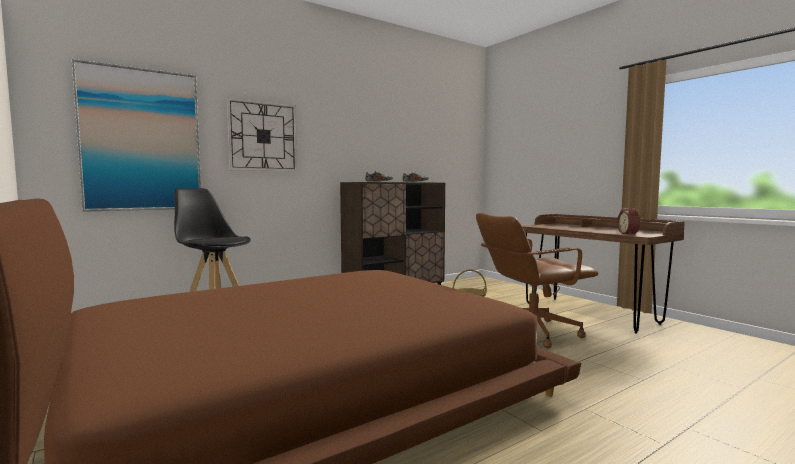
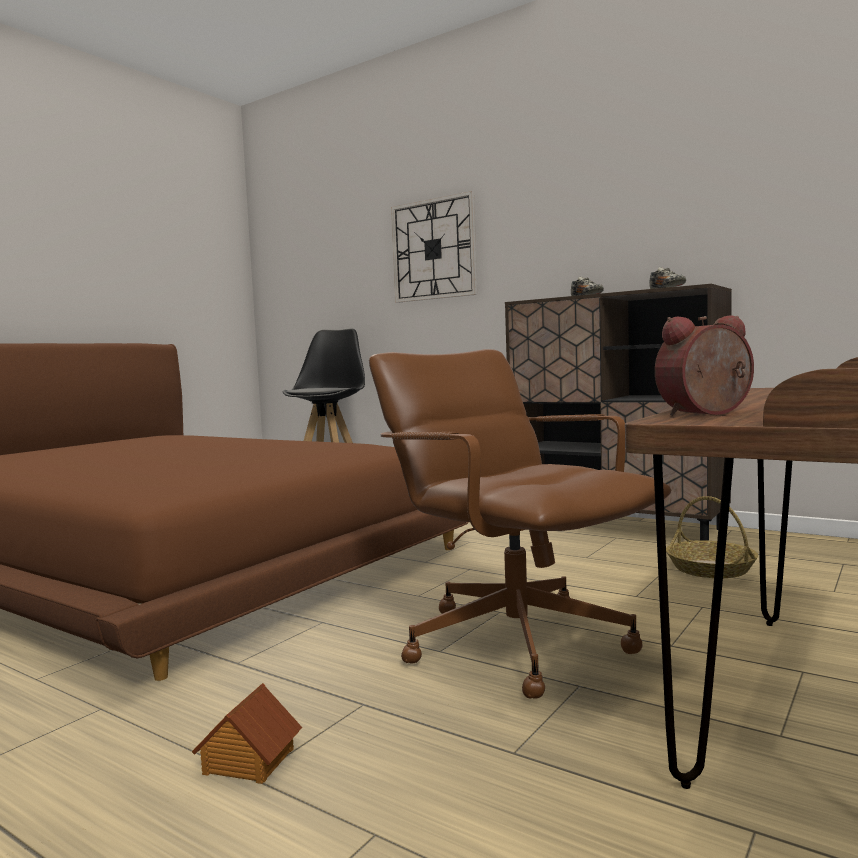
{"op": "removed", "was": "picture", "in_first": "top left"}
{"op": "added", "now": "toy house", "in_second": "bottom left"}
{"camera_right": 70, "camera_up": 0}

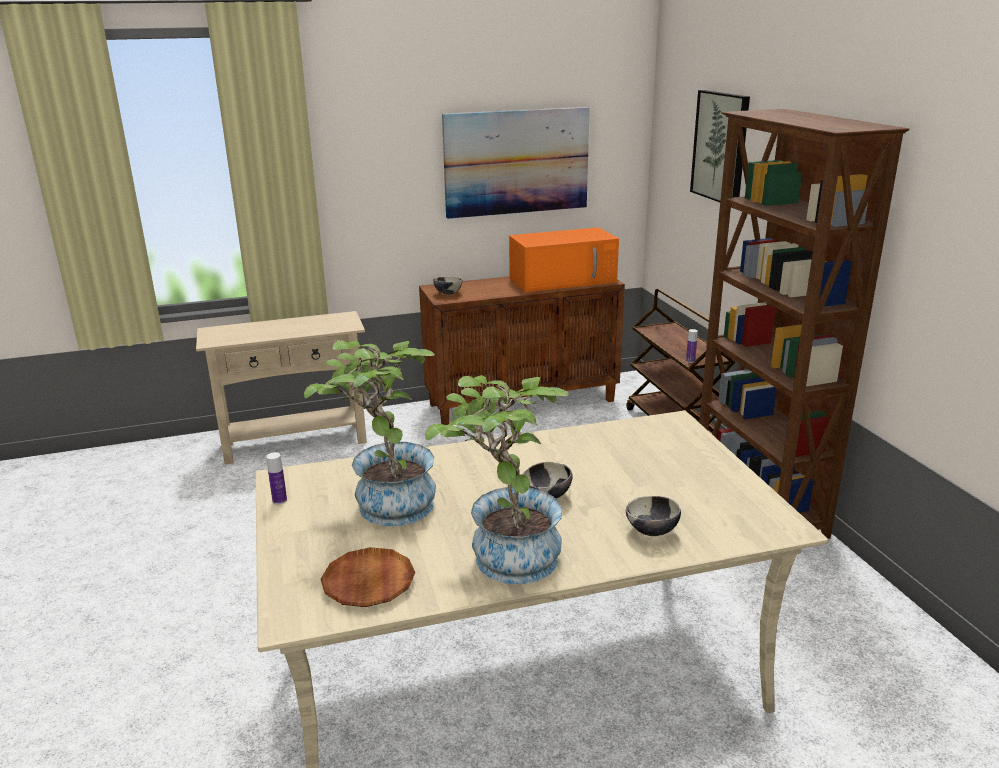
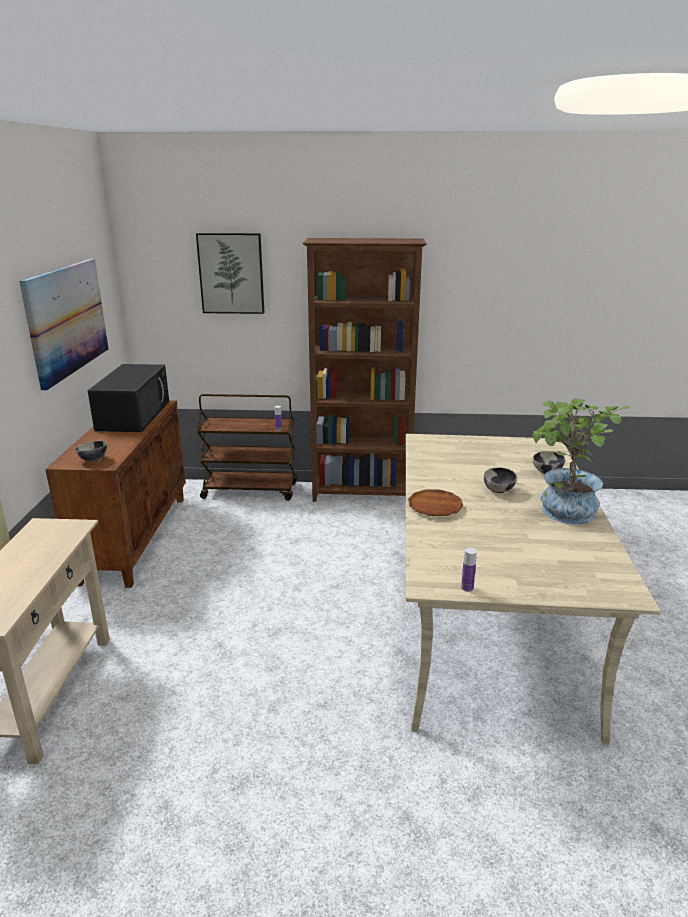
{"op": "removed", "was": "potted plant (1st from left)", "in_first": "centre"}
{"op": "moved", "was": "plate/brown", "in_first": "bottom centre", "in_second": "centre"}
{"op": "recoloured", "was": "microwave/orange", "now": "microwave/black", "in_first": "centre", "in_second": "middle left"}
{"camera_right": -70, "camera_up": 0}

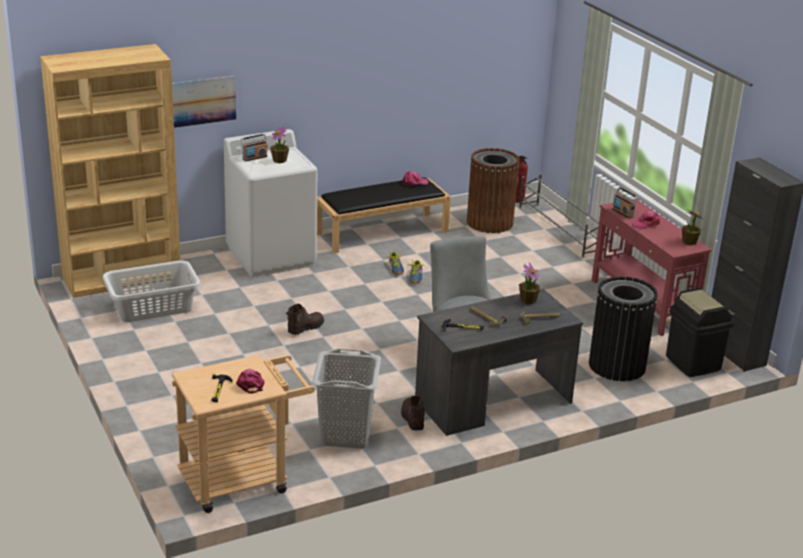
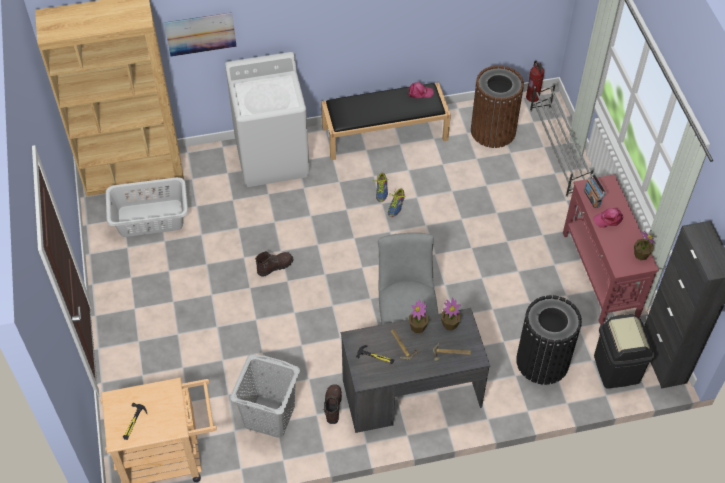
{"op": "removed", "was": "cap/pink (1st from left)", "in_first": "bottom left"}
{"op": "removed", "was": "radio (1st from left)", "in_first": "top left"}
{"op": "moved", "was": "potted plant (1st from left)", "in_first": "top centre", "in_second": "centre"}
{"camera_right": 15, "camera_up": 25}

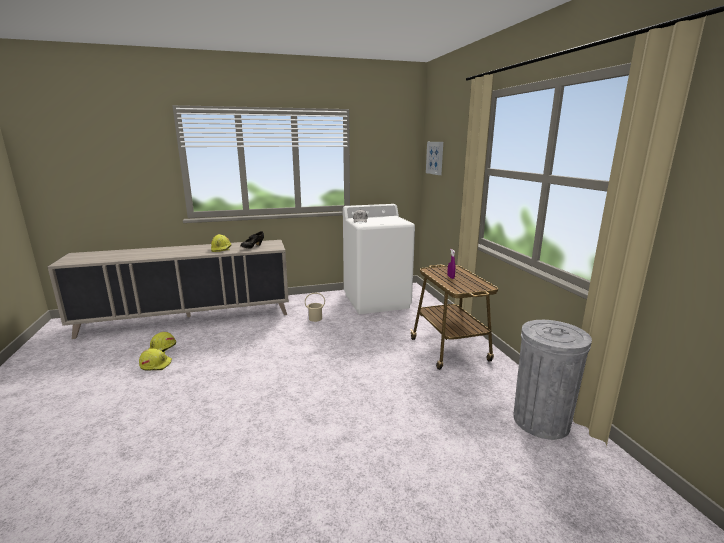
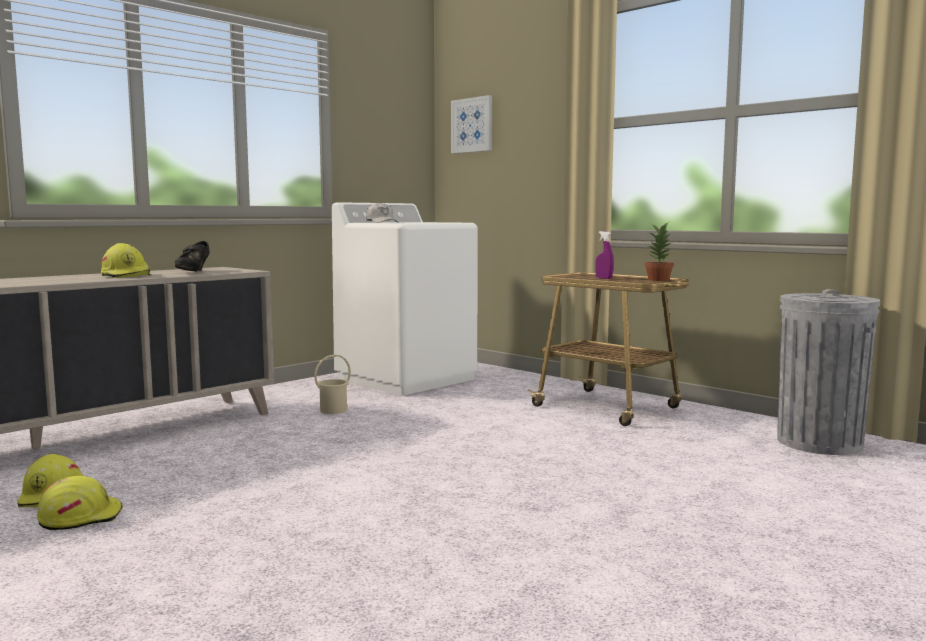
{"op": "added", "now": "potted plant", "in_second": "middle right"}
{"camera_right": -30, "camera_up": -10}

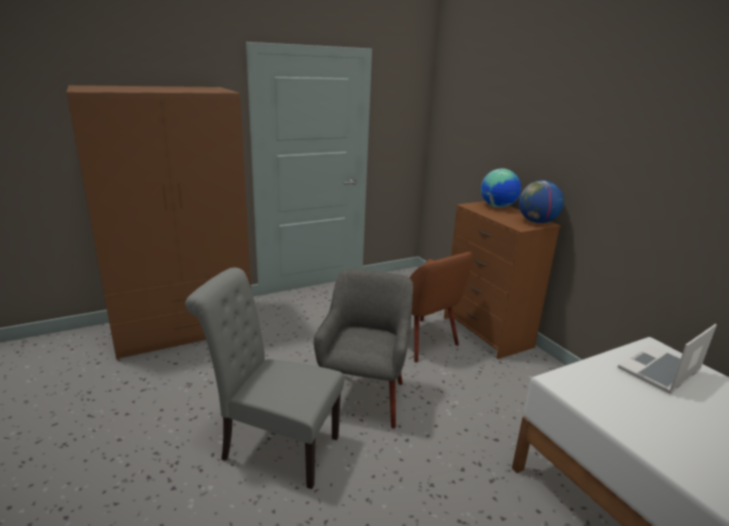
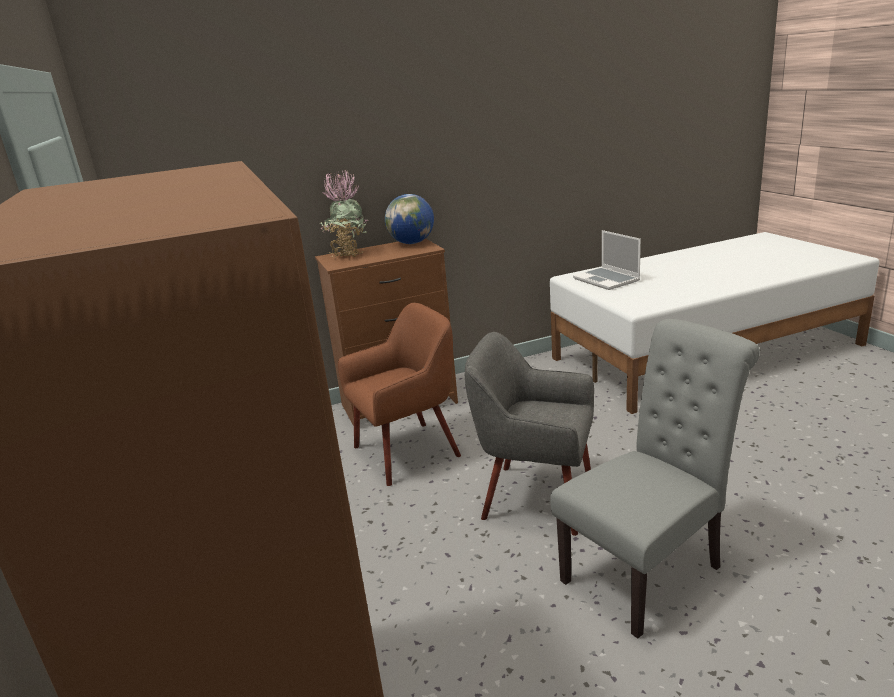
{"op": "replaced", "was": "globe (1st from left)", "now": "potted plant", "in_first": "middle right", "in_second": "top centre"}
{"op": "turned", "was": "chair/grey", "in_first": "bottom centre", "in_second": "bottom right", "clockwise": -150}
{"camera_right": -80, "camera_up": 0}

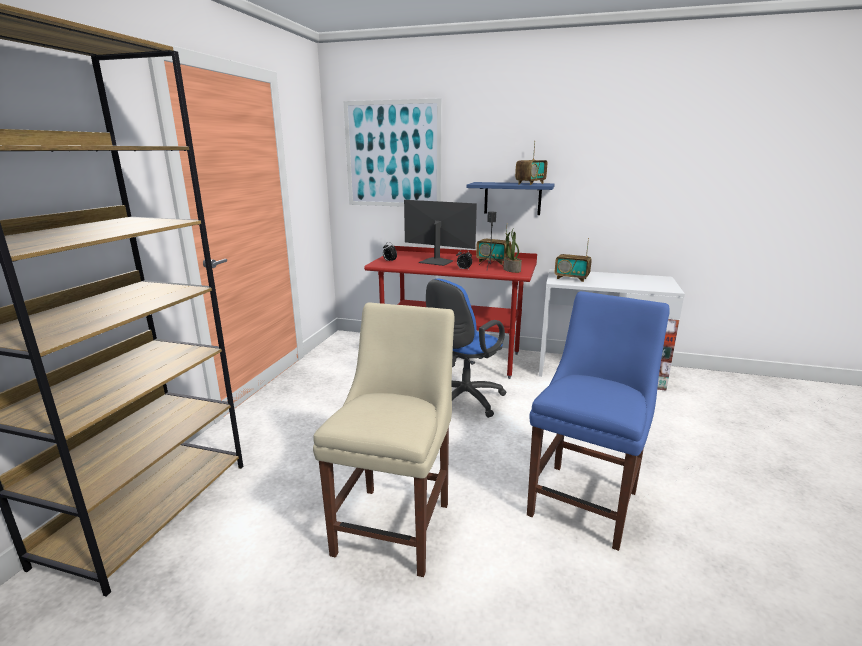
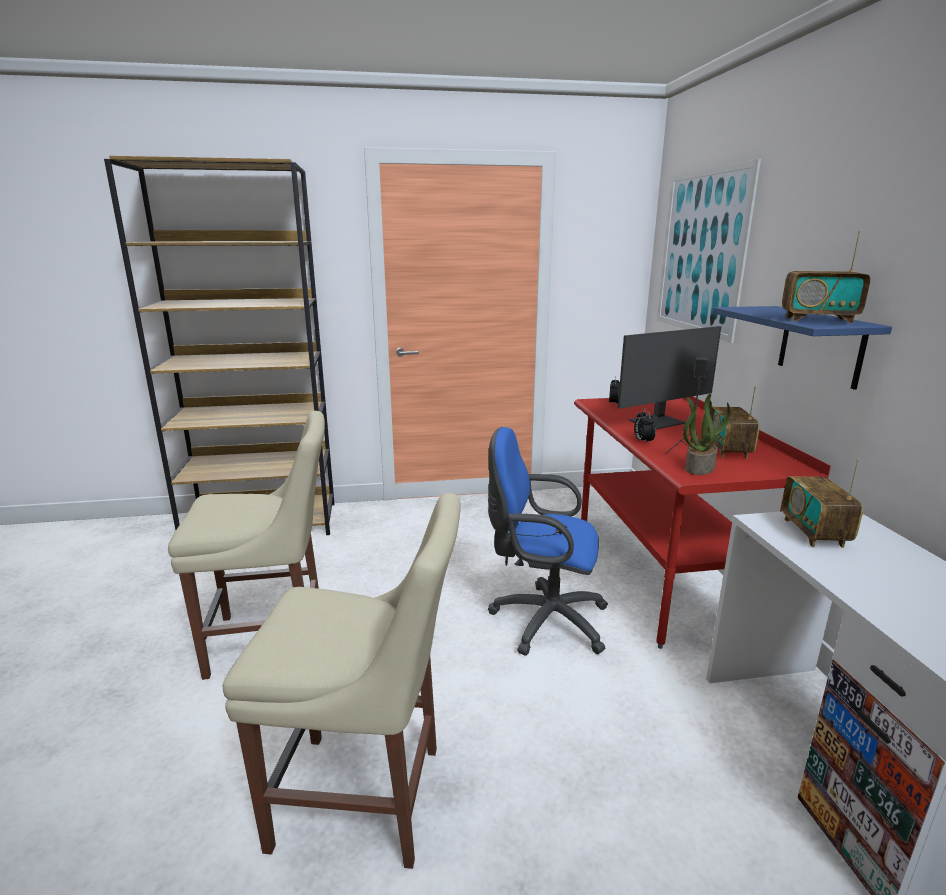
{"op": "recoloured", "was": "chair/blue", "now": "chair/beige (2nd from left)", "in_first": "middle right", "in_second": "bottom centre"}
{"op": "turned", "was": "monitor", "in_first": "centre", "in_second": "middle right", "clockwise": 60}
{"camera_right": 65, "camera_up": 0}

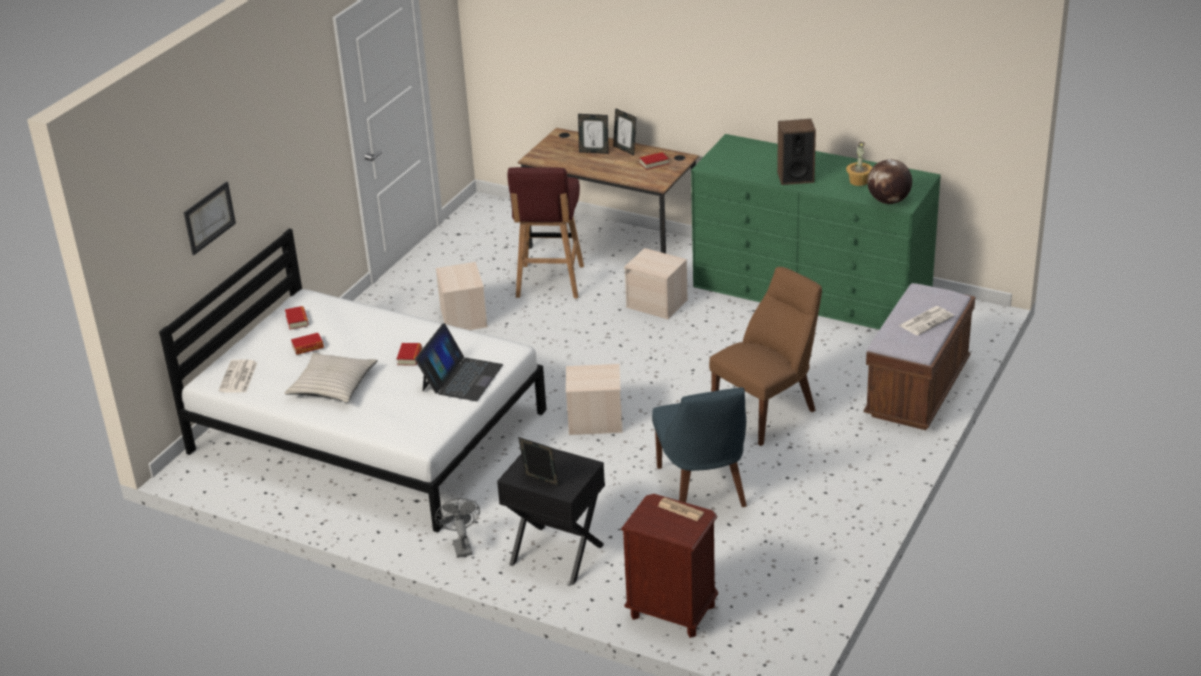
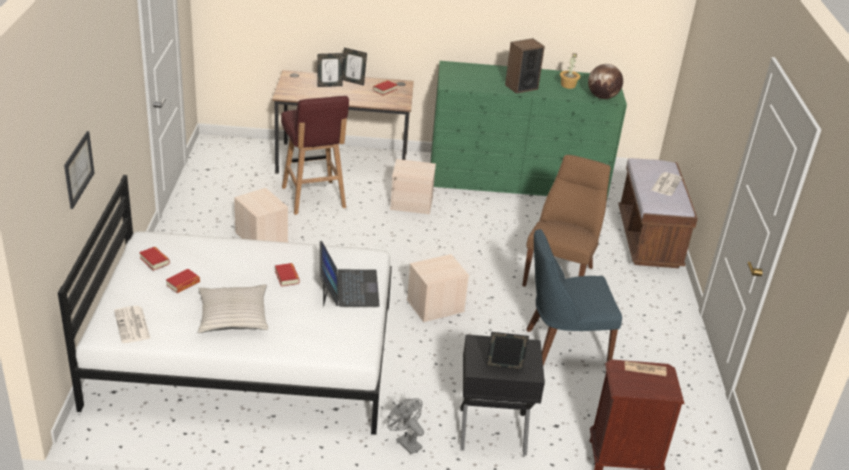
{"op": "turned", "was": "chair/blue", "in_first": "centre", "in_second": "middle right", "clockwise": 120}
{"camera_right": -30, "camera_up": 0}

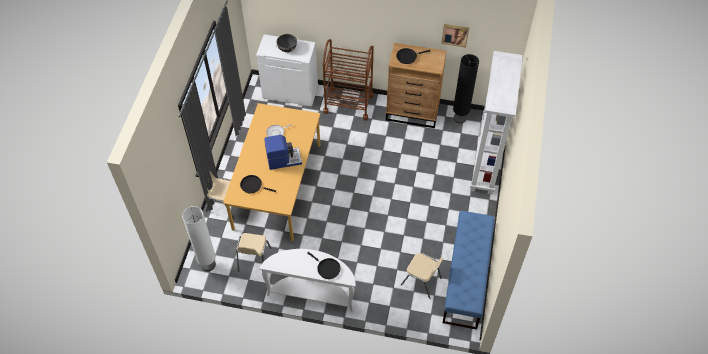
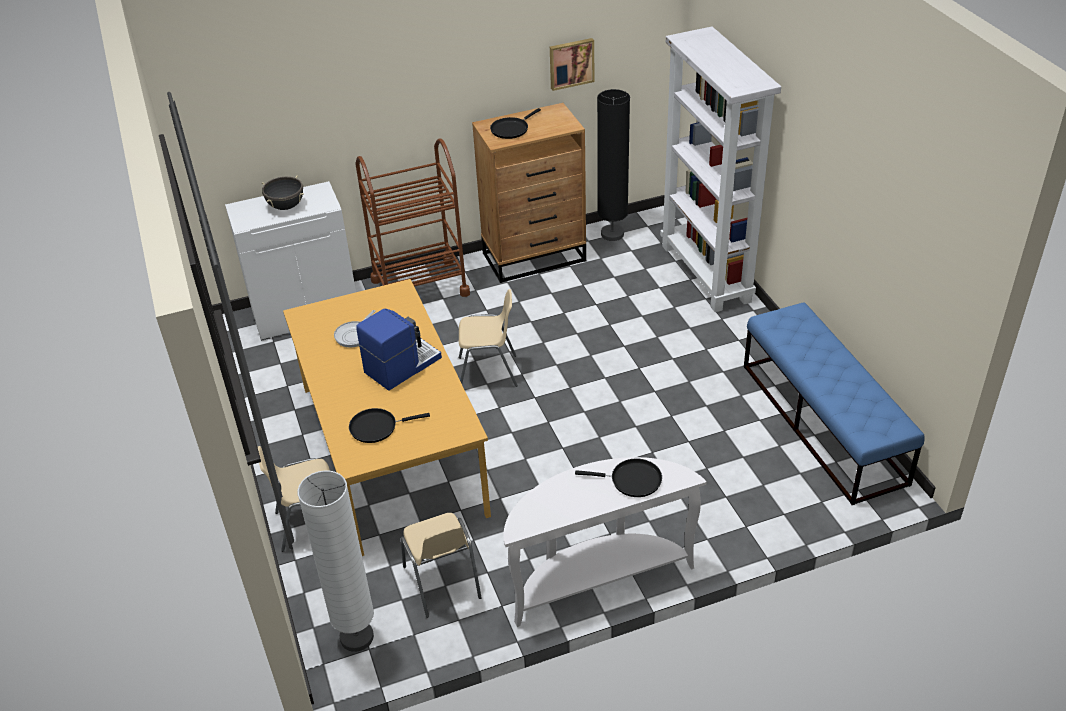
{"op": "moved", "was": "chair/beige (3rd from left)", "in_first": "bottom centre", "in_second": "centre"}
{"camera_right": -30, "camera_up": -15}

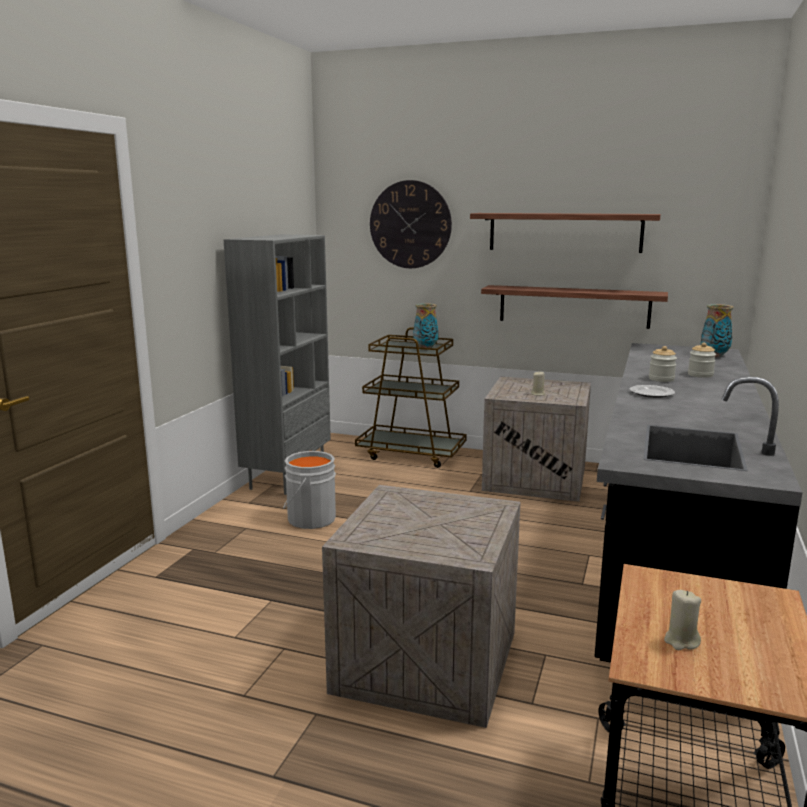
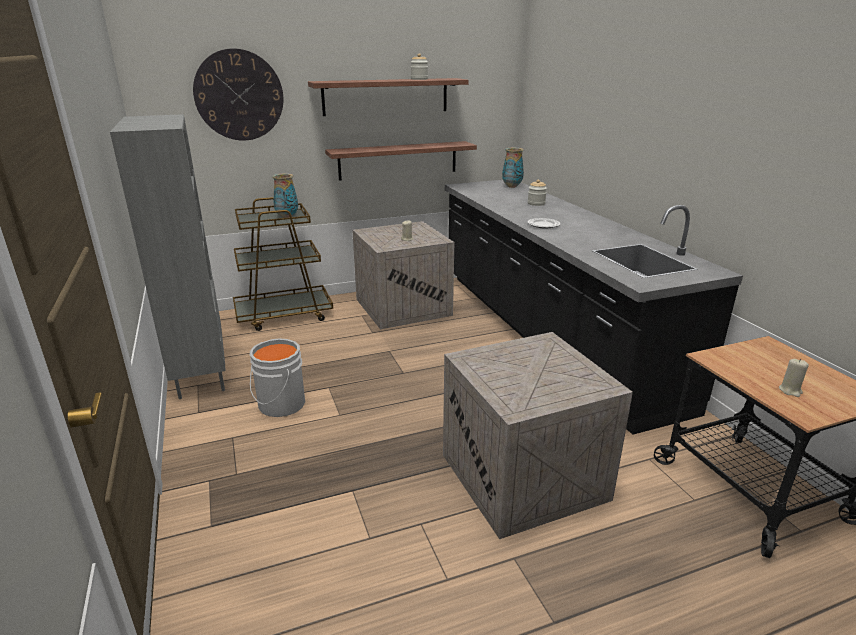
{"op": "moved", "was": "jar (1st from left)", "in_first": "middle right", "in_second": "top centre"}
{"camera_right": -40, "camera_up": 10}

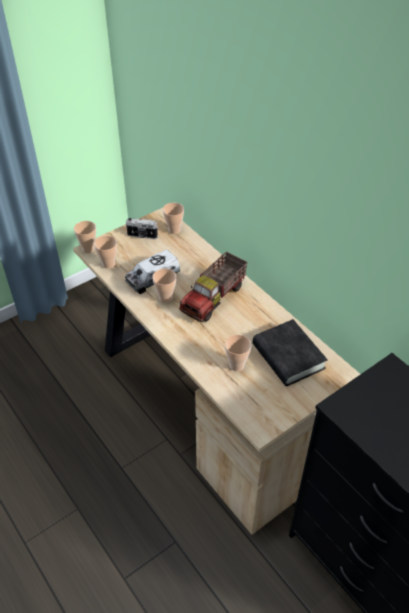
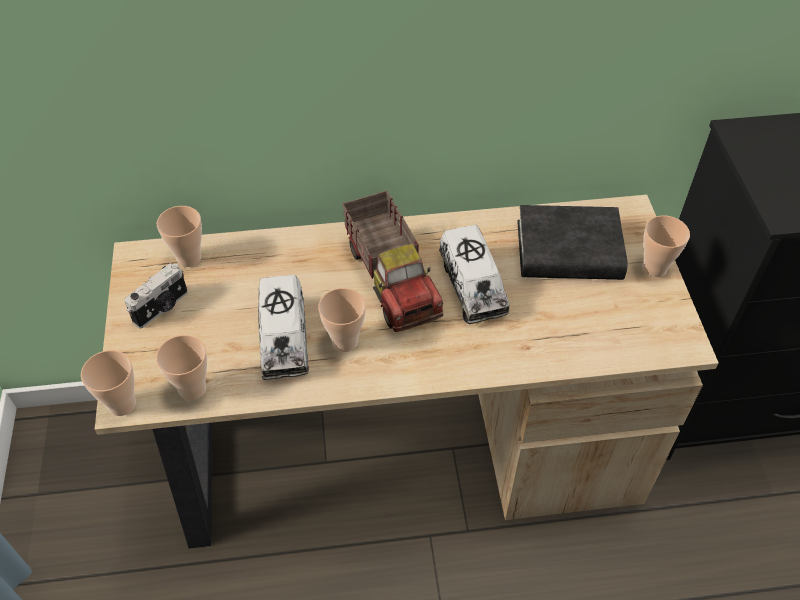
{"op": "added", "now": "toy truck (3rd from left)", "in_second": "centre"}
{"op": "moved", "was": "cup (5th from left)", "in_first": "centre", "in_second": "middle right"}
{"camera_right": -60, "camera_up": 5}

